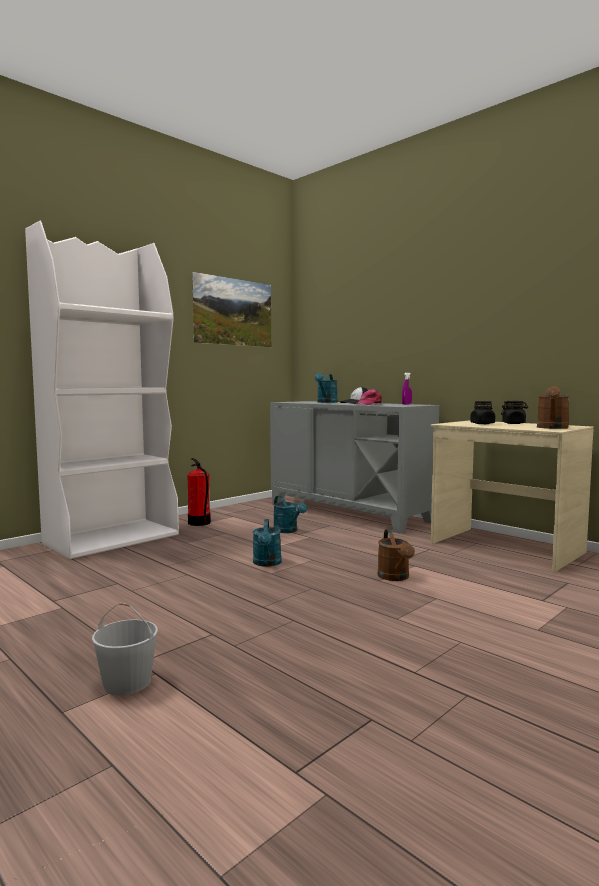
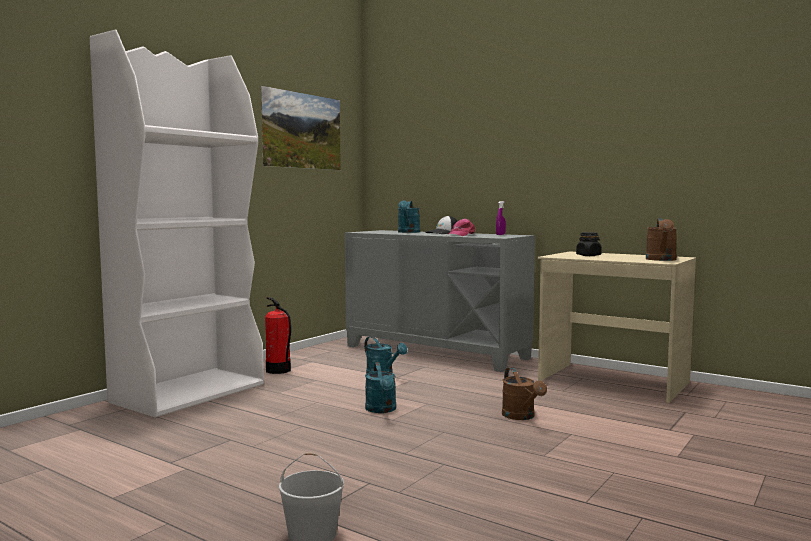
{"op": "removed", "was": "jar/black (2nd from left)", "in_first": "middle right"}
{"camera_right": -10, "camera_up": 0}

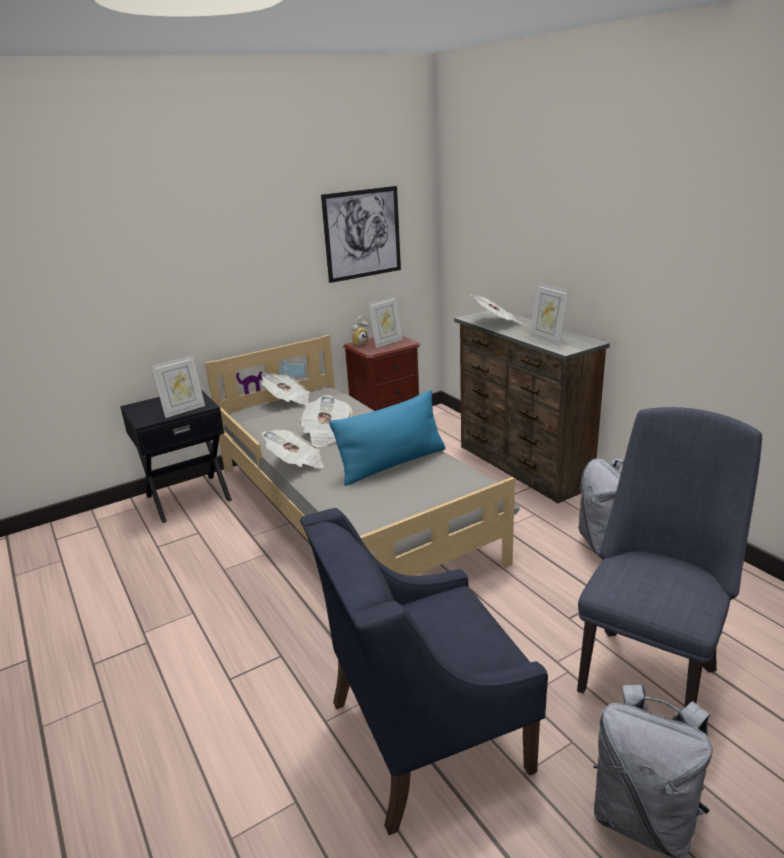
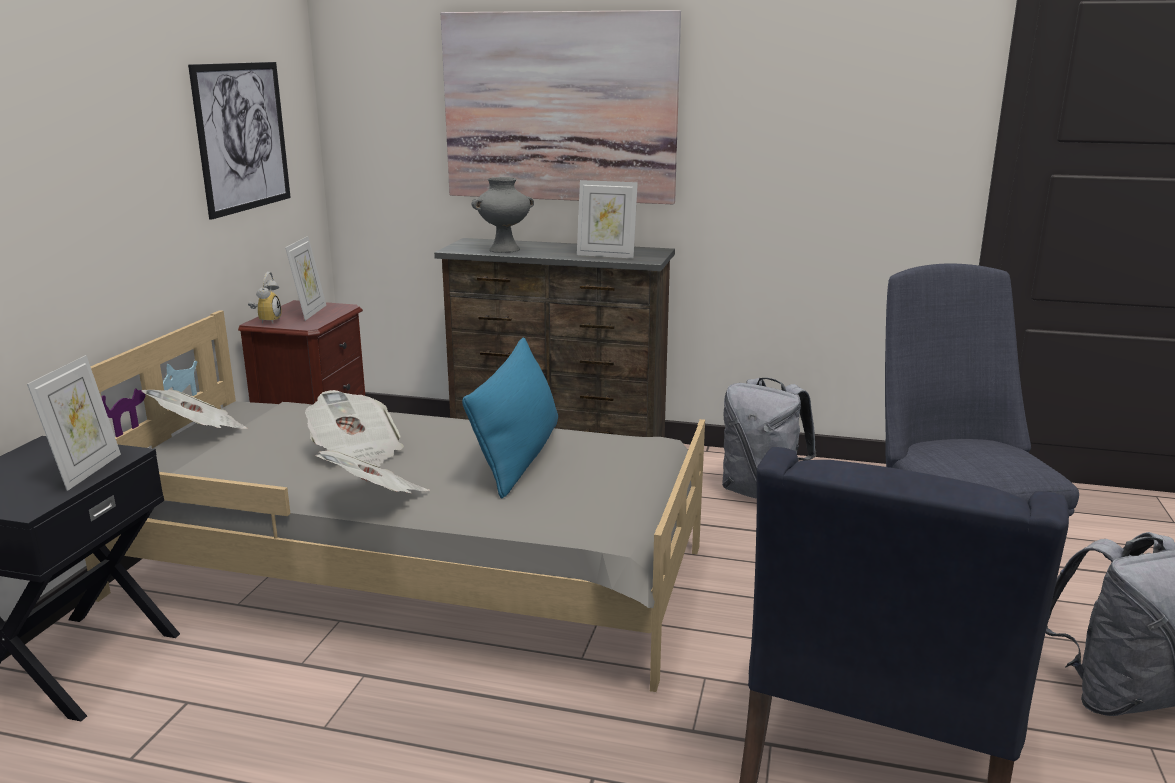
{"op": "added", "now": "picture (2nd from left)", "in_second": "top centre"}
{"op": "replaced", "was": "newspaper (4th from left)", "now": "vase/grey", "in_first": "centre", "in_second": "top centre"}
{"camera_right": -45, "camera_up": -5}

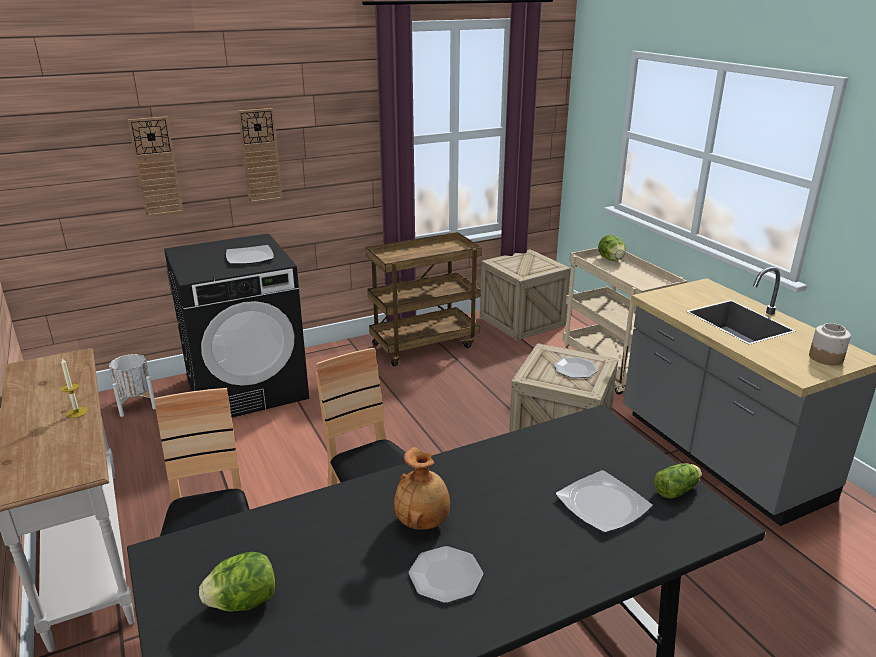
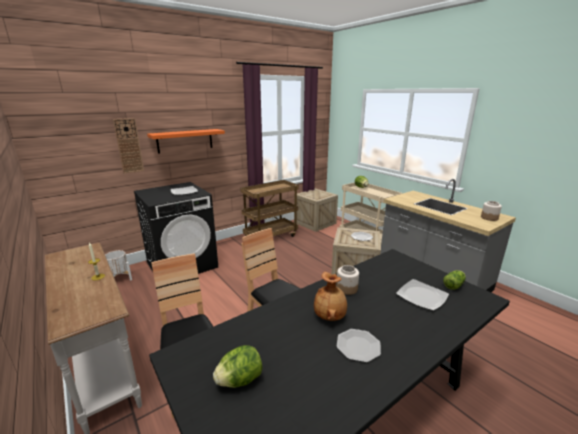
{"op": "added", "now": "jar (1st from left)", "in_second": "centre"}
{"op": "replaced", "was": "wall clock (2nd from left)", "now": "shelf/orange", "in_first": "top left", "in_second": "top left"}
{"camera_right": -10, "camera_up": -5}

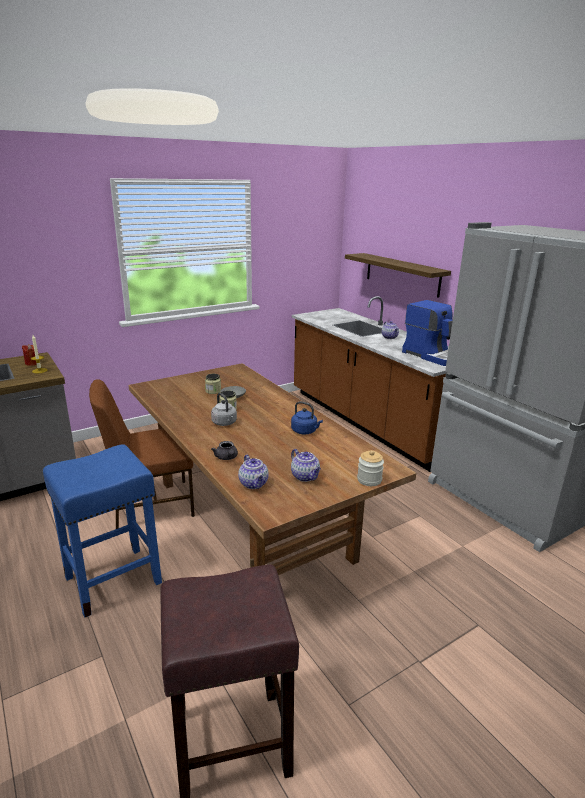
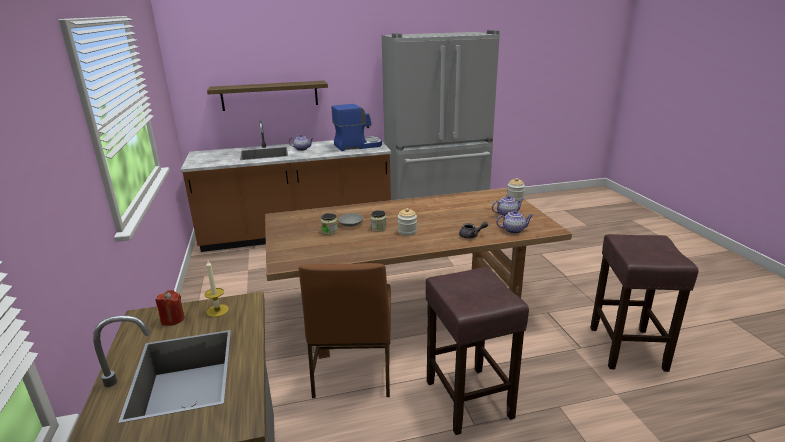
{"op": "removed", "was": "kettle/blue", "in_first": "centre"}
{"op": "replaced", "was": "kettle/grey", "now": "jar (3rd from left)", "in_first": "centre", "in_second": "centre"}
{"op": "recoloured", "was": "stool/blue", "now": "stool/brown (1st from left)", "in_first": "middle left", "in_second": "bottom centre"}
{"camera_right": -70, "camera_up": 0}

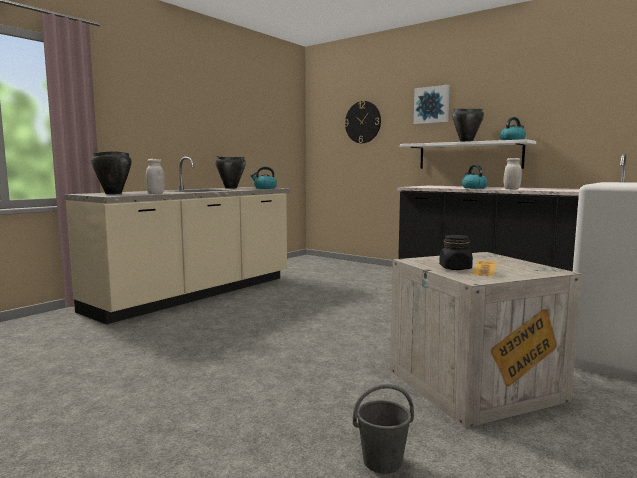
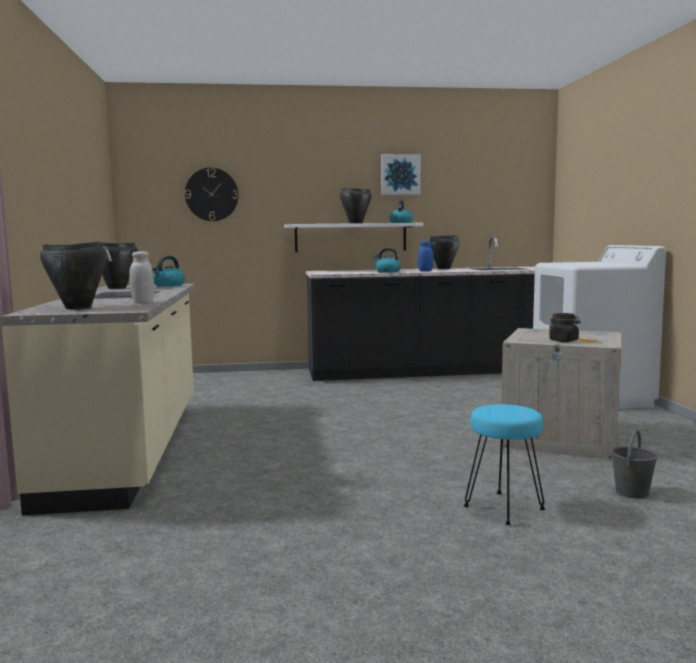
{"op": "added", "now": "cooking pot/black (4th from left)", "in_second": "centre"}
{"op": "added", "now": "stool/turquoise", "in_second": "bottom right"}
{"op": "moved", "was": "picture", "in_first": "top right", "in_second": "top centre"}
{"op": "recoloured", "was": "jar/white (2nd from left)", "now": "jar/blue", "in_first": "middle right", "in_second": "centre"}
{"camera_right": -45, "camera_up": 0}

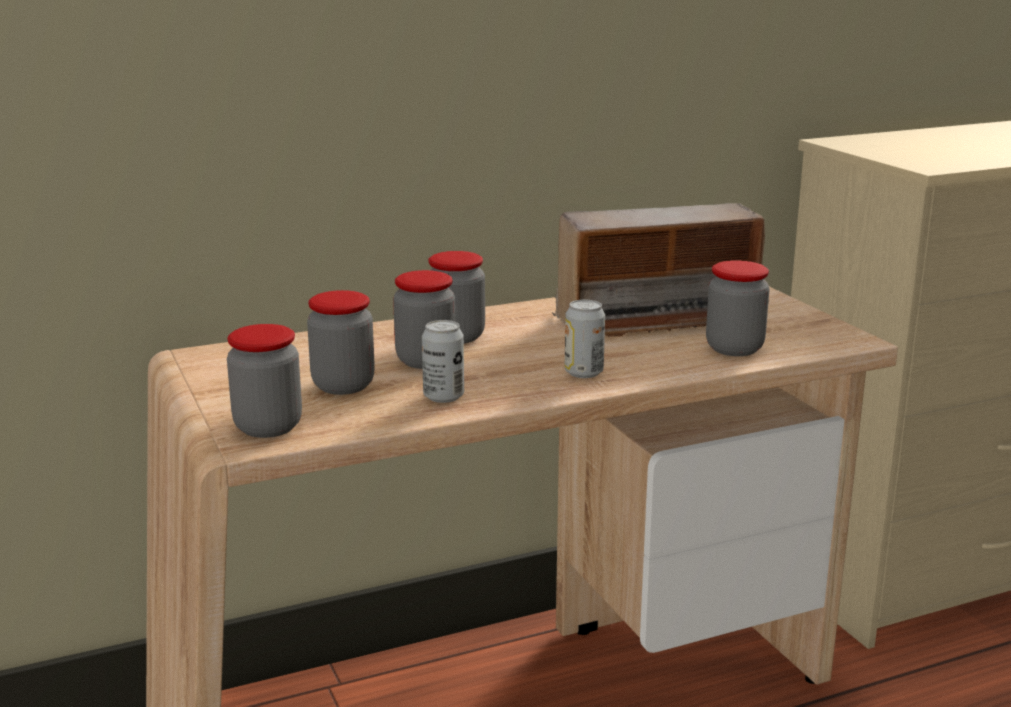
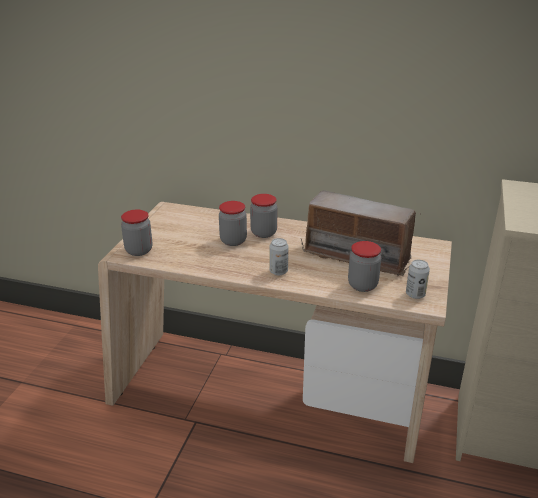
{"op": "removed", "was": "jar (2nd from left)", "in_first": "centre"}
{"op": "moved", "was": "can (1st from left in the first image)", "now": "can (2nd from left)", "in_first": "centre", "in_second": "middle right"}
{"camera_right": 40, "camera_up": 10}

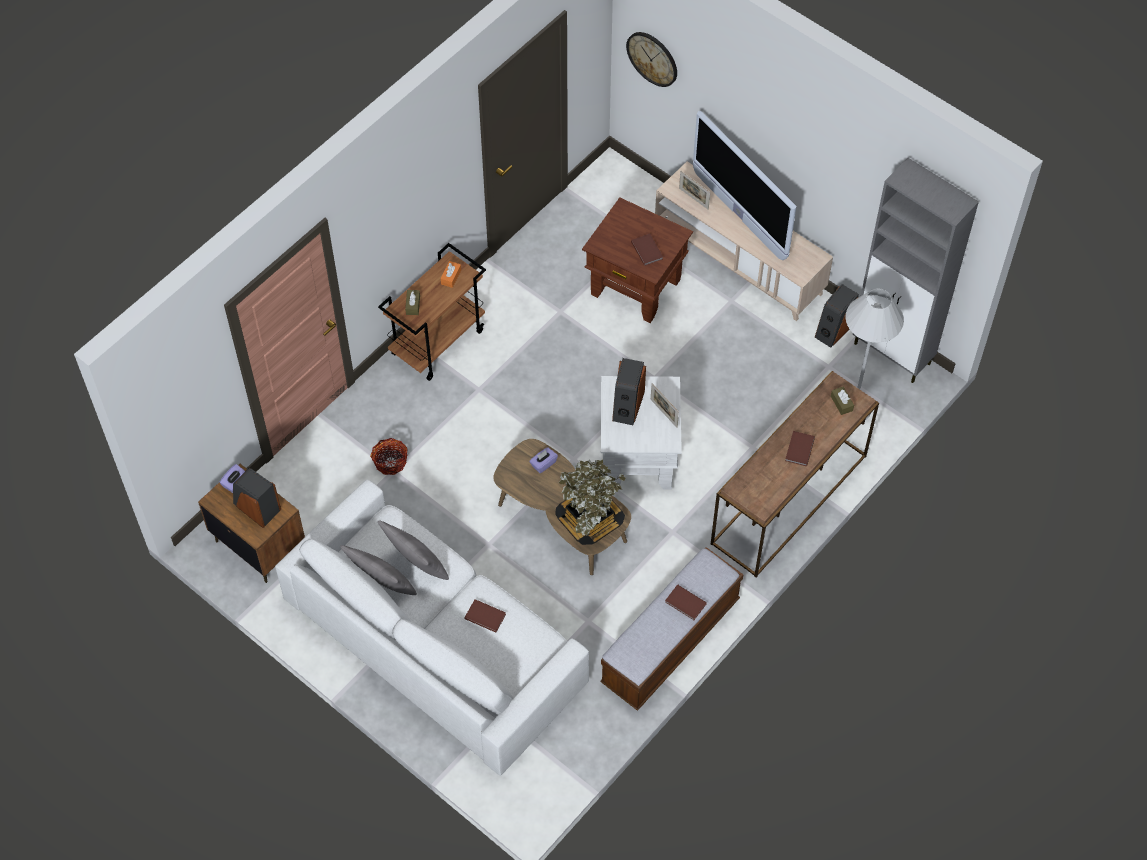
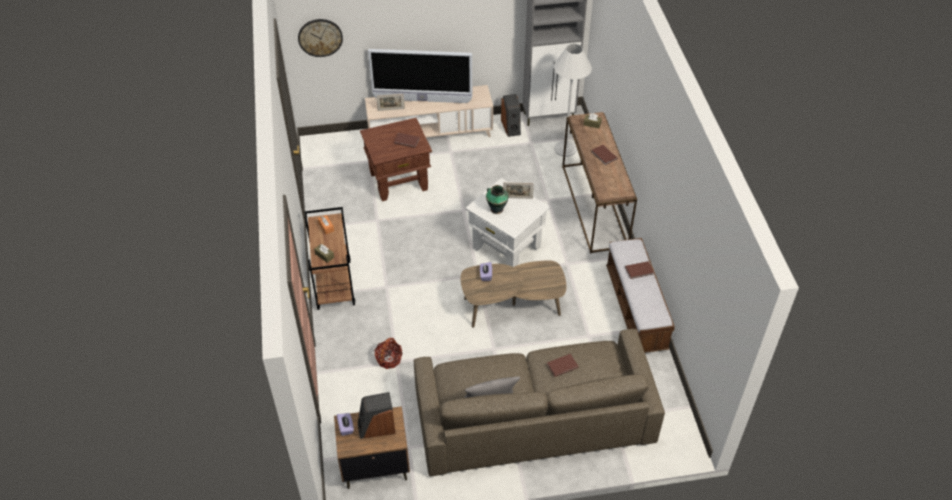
{"op": "removed", "was": "pillow/grey (2nd from left)", "in_first": "centre"}
{"op": "removed", "was": "potted plant", "in_first": "centre"}
{"op": "replaced", "was": "speaker (2nd from left)", "now": "vase", "in_first": "centre", "in_second": "centre"}
{"op": "recoloured", "was": "sofa/white", "now": "sofa/brown", "in_first": "bottom centre", "in_second": "bottom centre"}
{"camera_right": -50, "camera_up": -10}

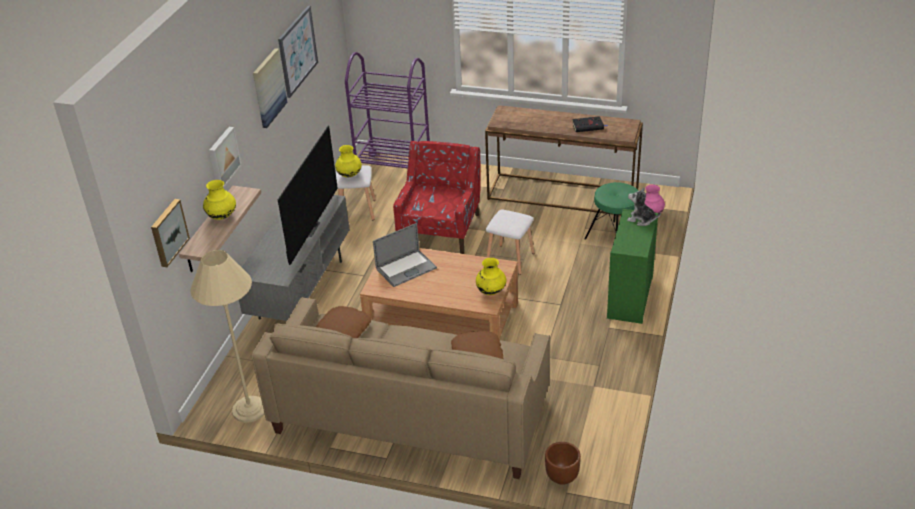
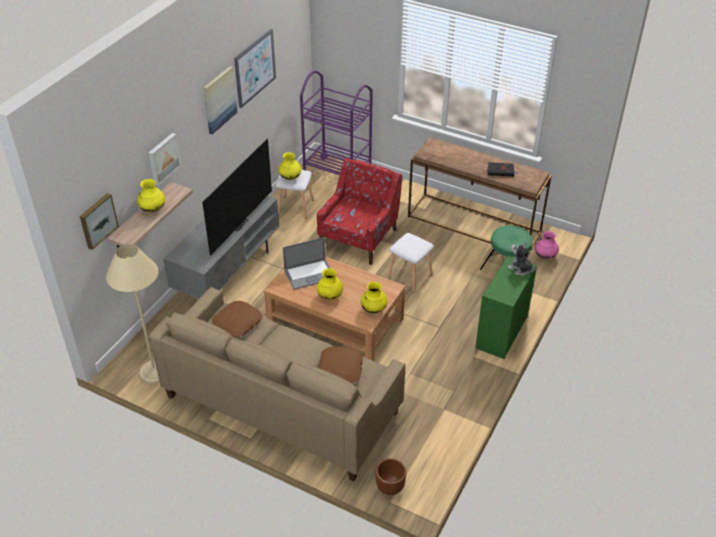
{"op": "added", "now": "vase/yellow (3rd from left)", "in_second": "centre"}
{"camera_right": 10, "camera_up": 5}

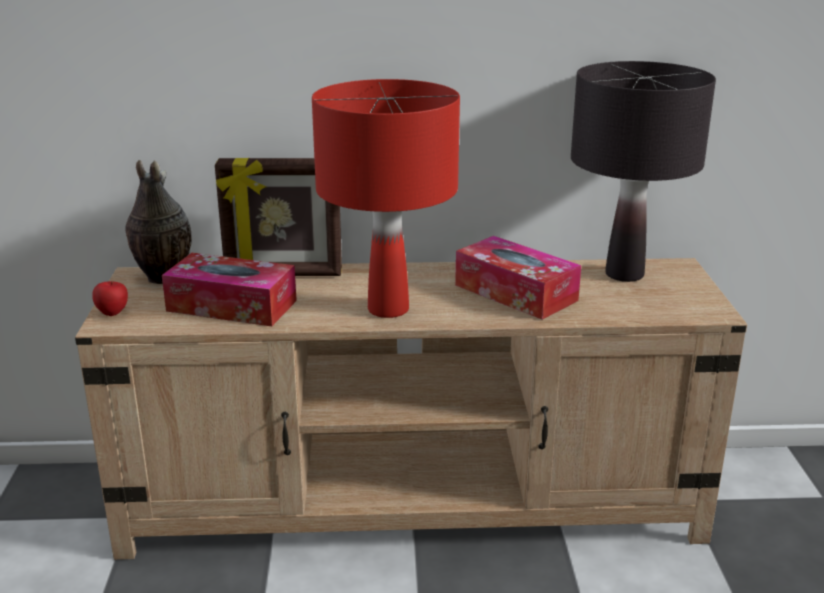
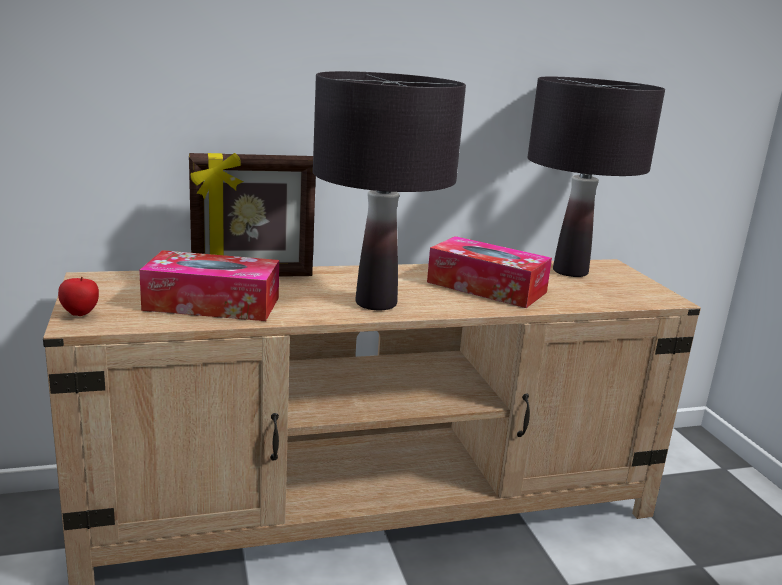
{"op": "removed", "was": "vase", "in_first": "middle left"}
{"op": "recoloured", "was": "table lamp/red", "now": "table lamp/black (1st from left)", "in_first": "centre", "in_second": "top centre"}
{"camera_right": -15, "camera_up": -5}

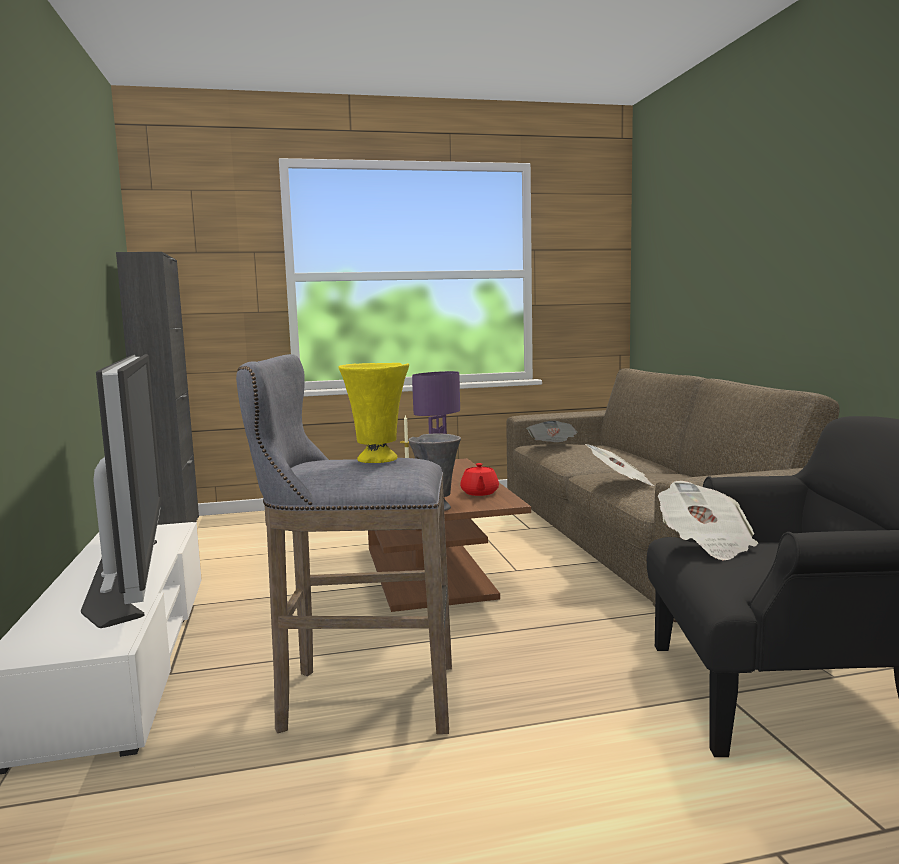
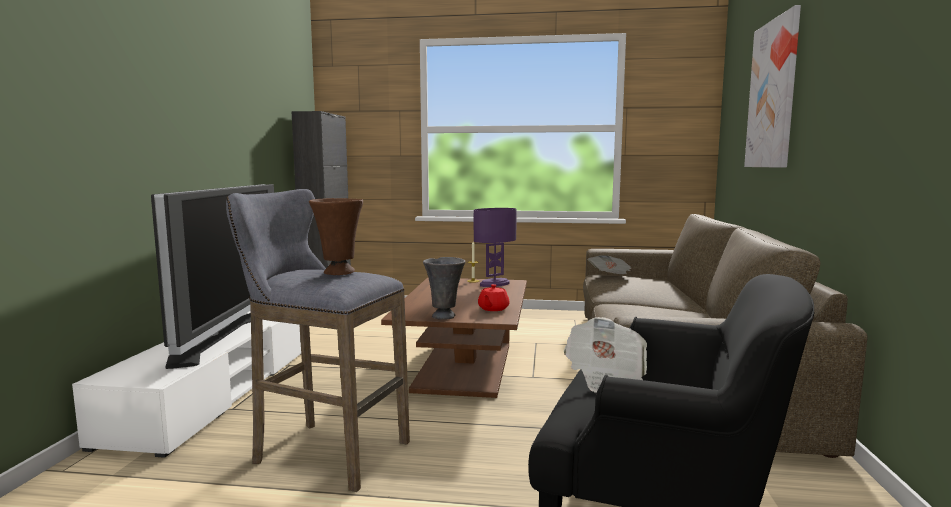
{"op": "removed", "was": "newspaper (2nd from left)", "in_first": "middle right"}
{"op": "added", "now": "picture", "in_second": "top right"}
{"op": "recoloured", "was": "vase/yellow", "now": "vase/brown", "in_first": "centre", "in_second": "centre"}
{"camera_right": 20, "camera_up": 0}

